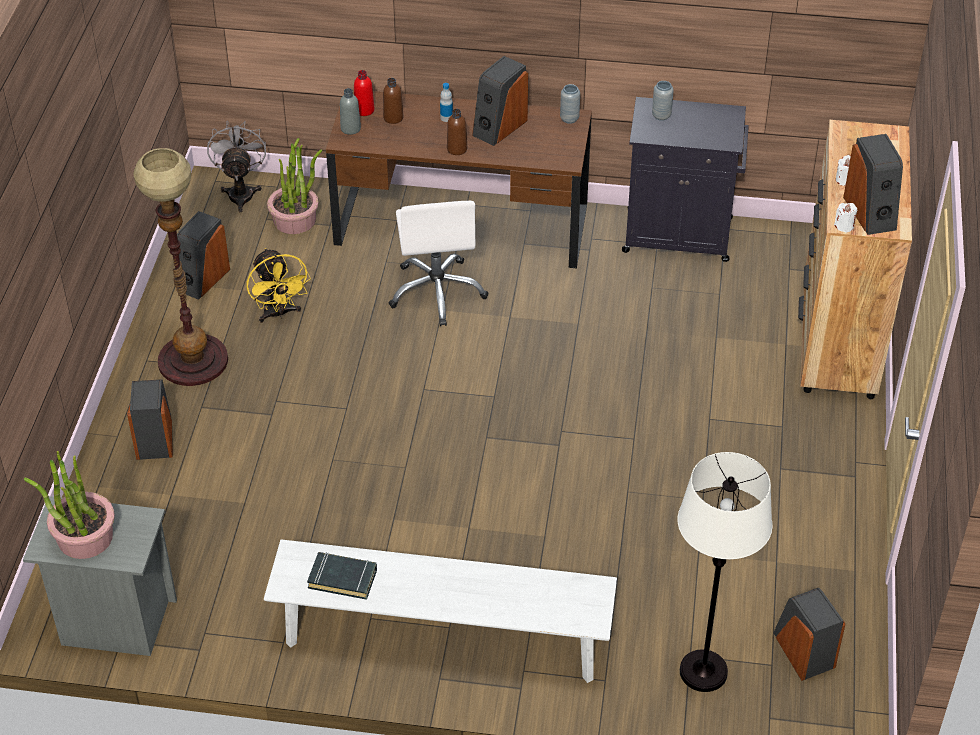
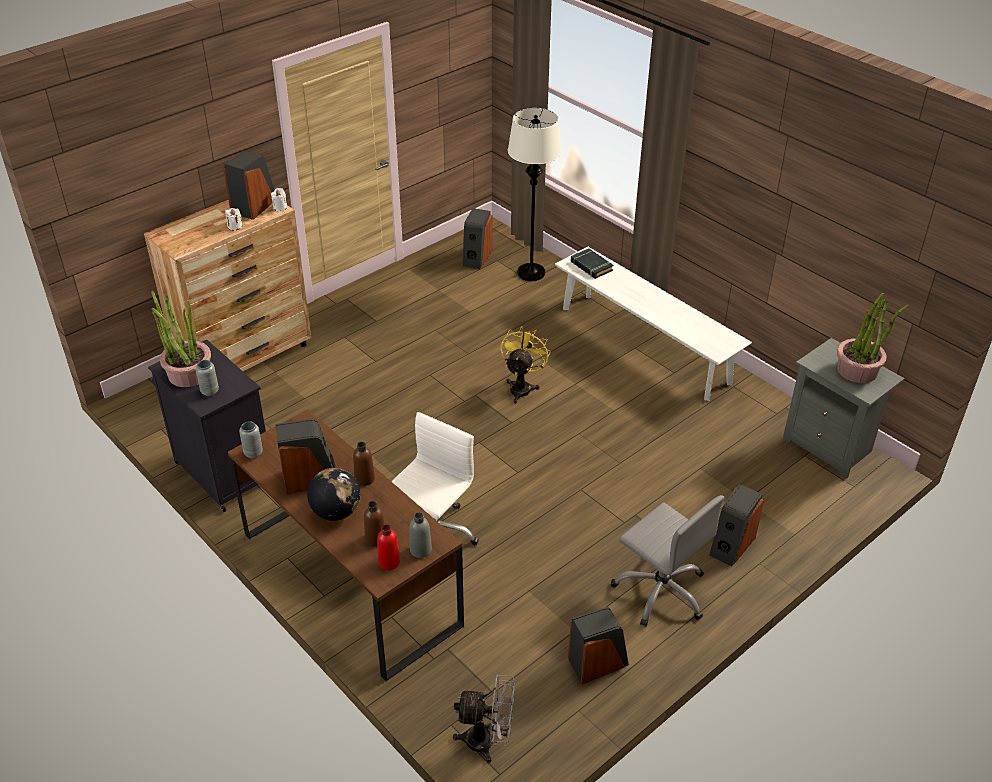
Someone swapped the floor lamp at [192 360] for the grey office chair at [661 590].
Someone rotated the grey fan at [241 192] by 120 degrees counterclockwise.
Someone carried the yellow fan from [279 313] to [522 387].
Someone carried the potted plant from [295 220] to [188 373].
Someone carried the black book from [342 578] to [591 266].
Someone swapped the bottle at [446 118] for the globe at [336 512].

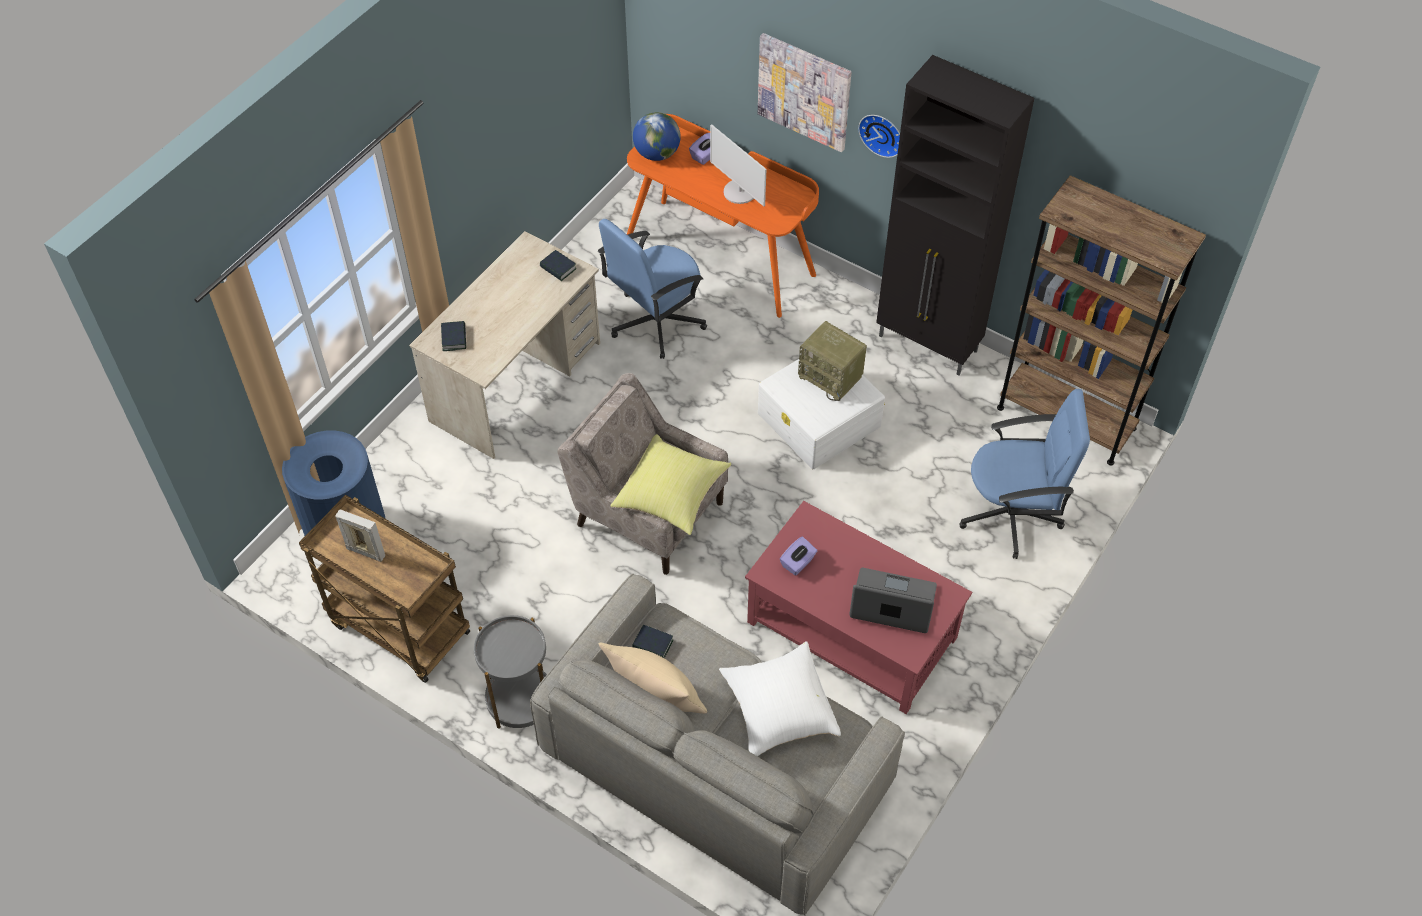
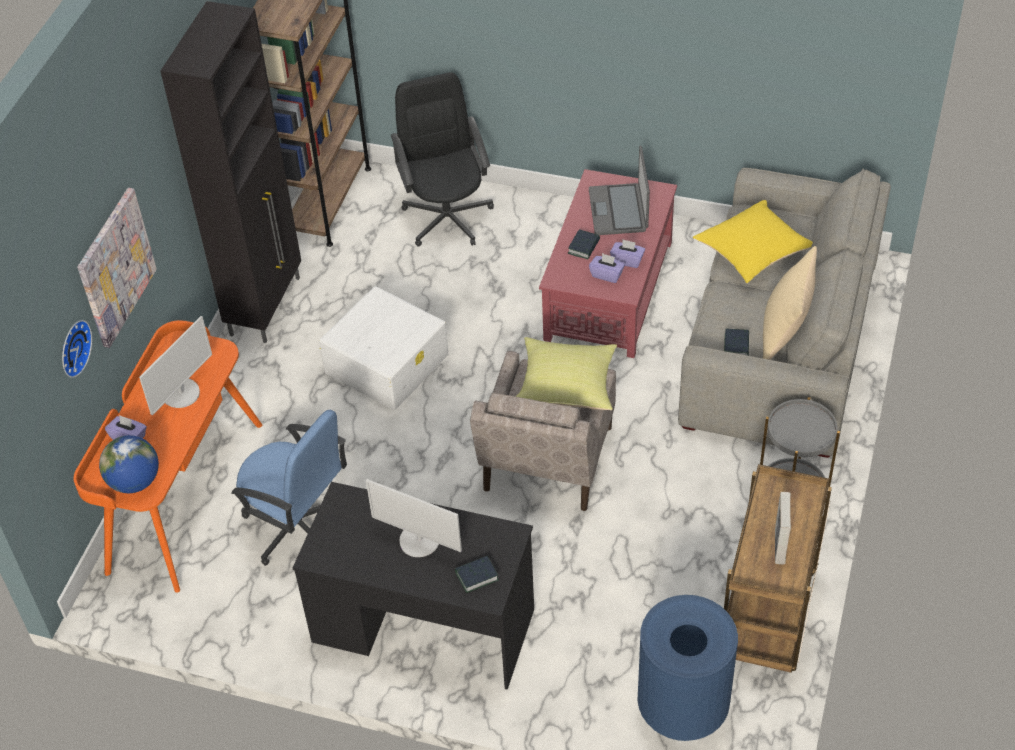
Someone repainted the beige desk at [516 382], which became the black desk at [423 625].
Someone carried the book from [558 268] to [584 247].
Someone repainted the white pillow at [778 709], which became the yellow pillow at [753 254].
Someone took away the radio at [831 377].
Someone carried the wall clock from [882 133] to [72 347].
Someone repainted the blue office chair at [1011 514], which became the black office chair at [447 217].
Someone put down the monitor at [419 540].
Someone put down the purple tissue box at [627 260].

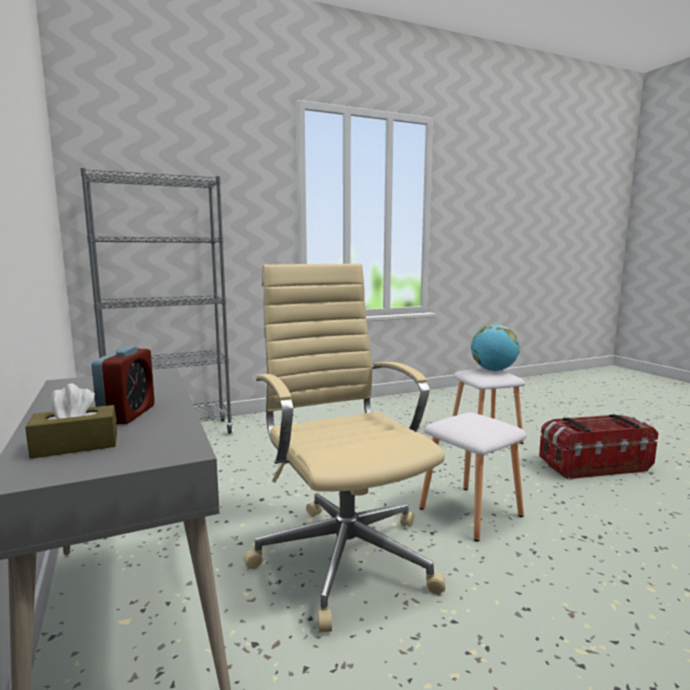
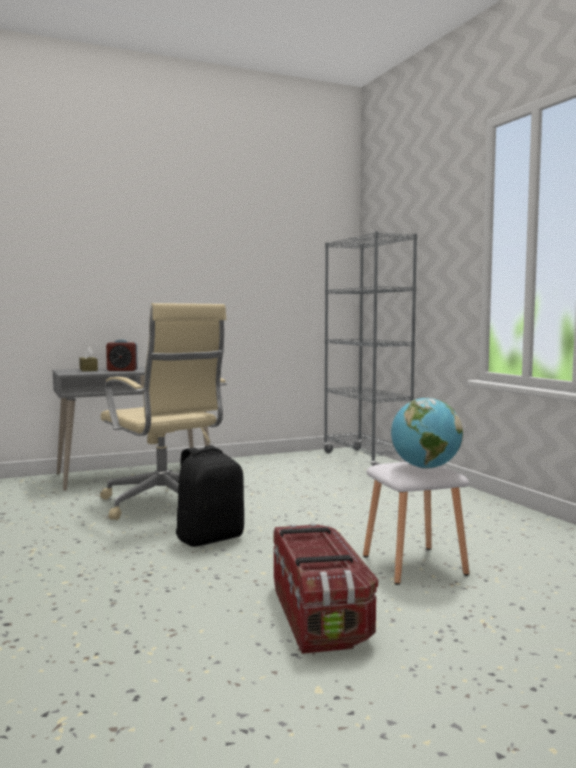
Someone rotated the beige office chair at [344 554] by 75 degrees clockwise.
Someone swapped the white stool at [468 511] for the black backpack at [210 538].

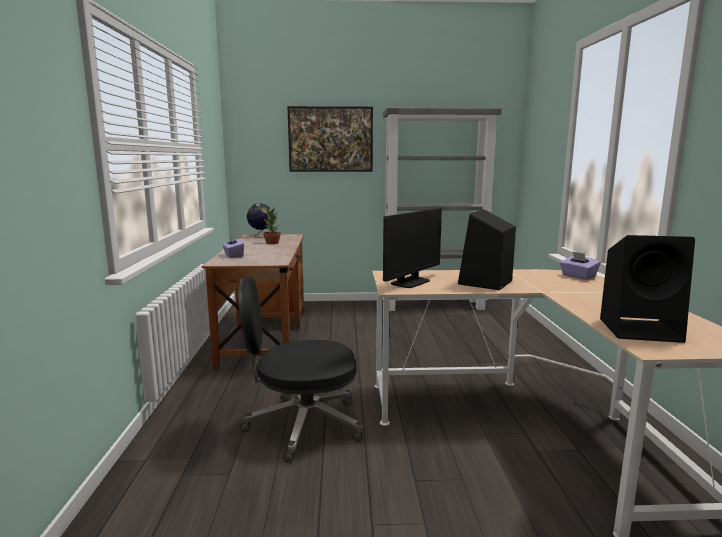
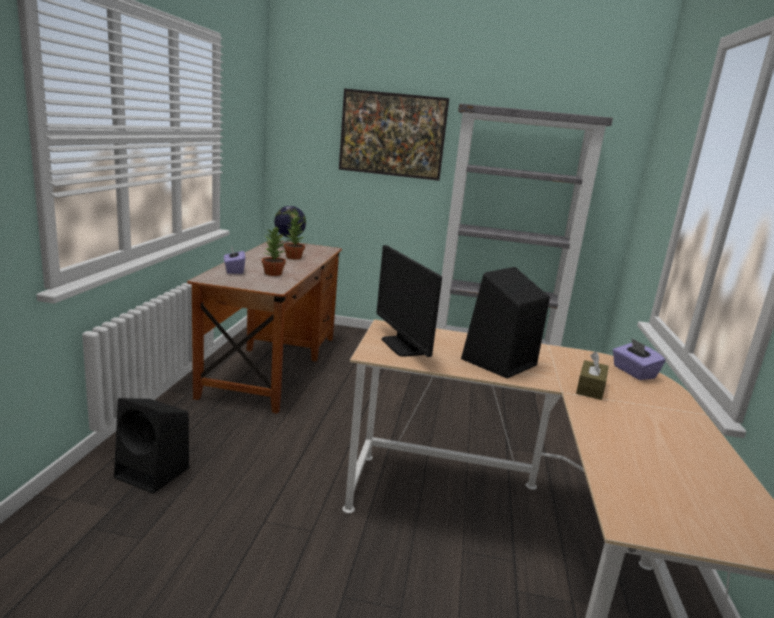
Someone took away the black office chair at [302 425].
Someone rotated the monitor at [410 282] by 105 degrees clockwise.
Someone carried the black speaker from [641 330] to [154 473].
Someone put down the potted plant at [273 273].
Someone put down the brown tissue box at [590 388].

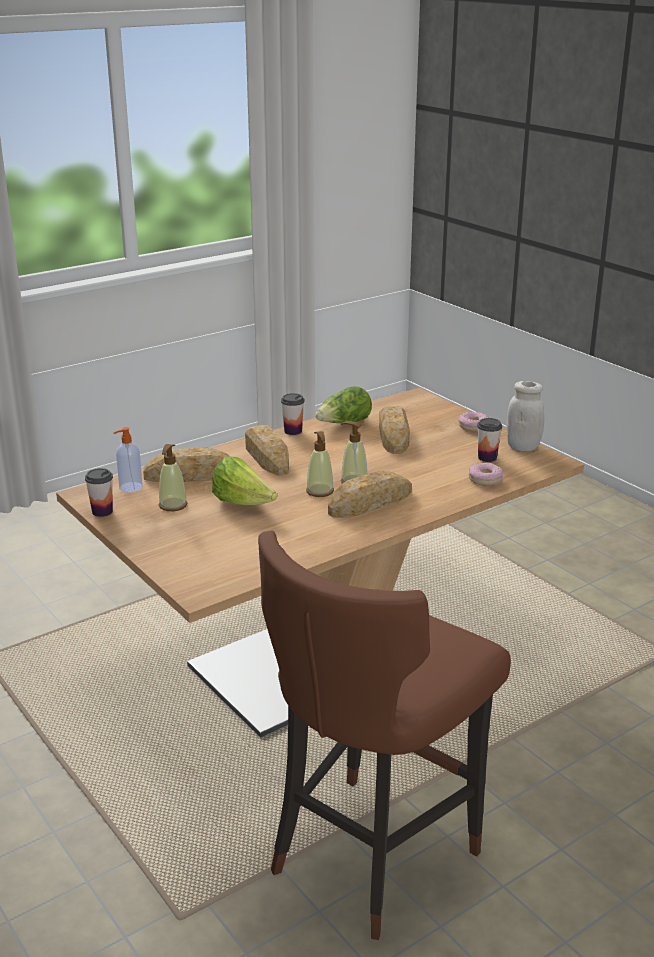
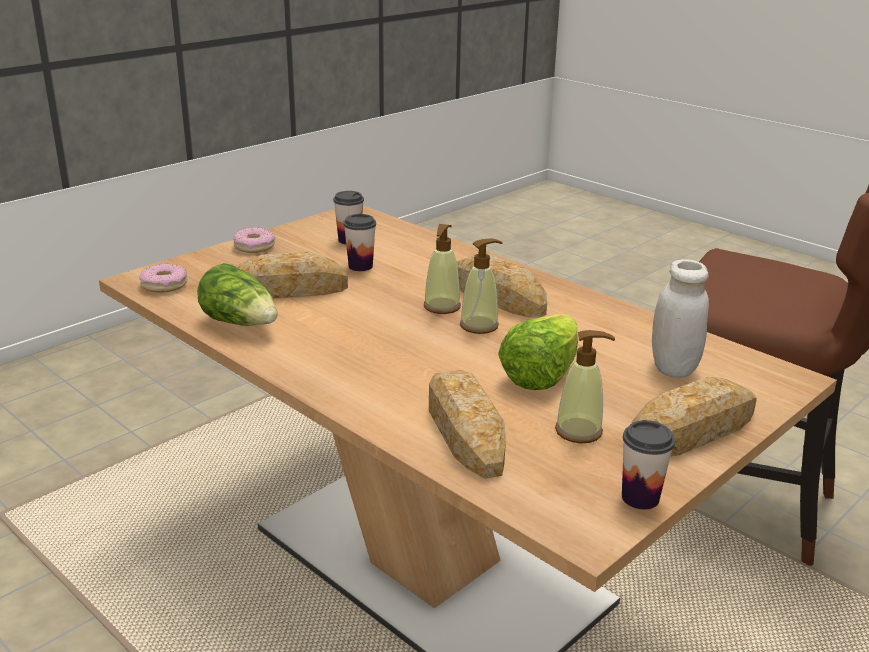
Someone took away the soap dispenser at [130 487].
Someone carried the bread from [267 456] to [693 429].
Someone carried the cup from [293 431] to [360 266].
Someone carried the donut from [485 479] to [164 285].
Someone carried the white jar from [523 447] to [673 368].

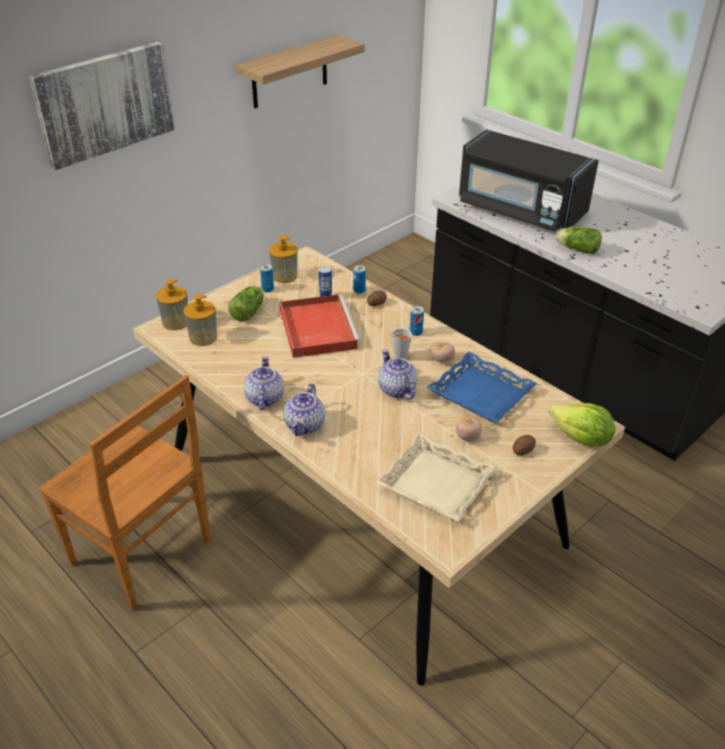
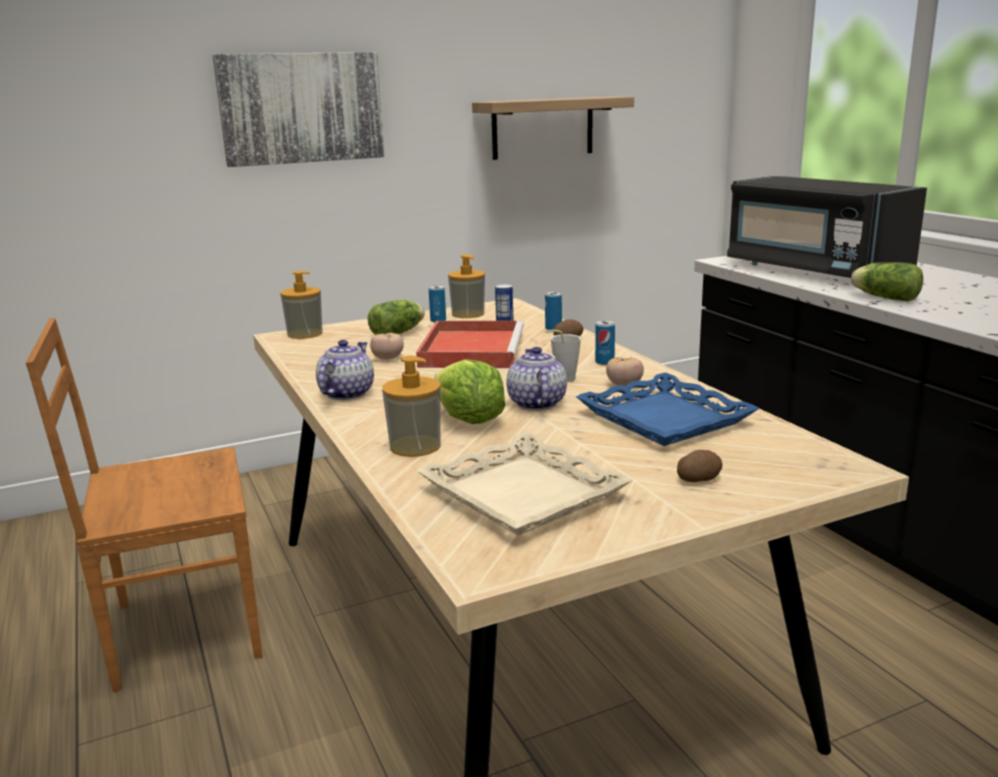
Someone rotated the brown chair at [143 554] by 105 degrees clockwise.
Someone carried the soap dispenser from [203 337] to [415 446].
Someone took away the teapot at [305 425].
Someone carried the tomato from [467 436] to [388 359].
Someone carried the lettuce from [581 439] to [468 420].

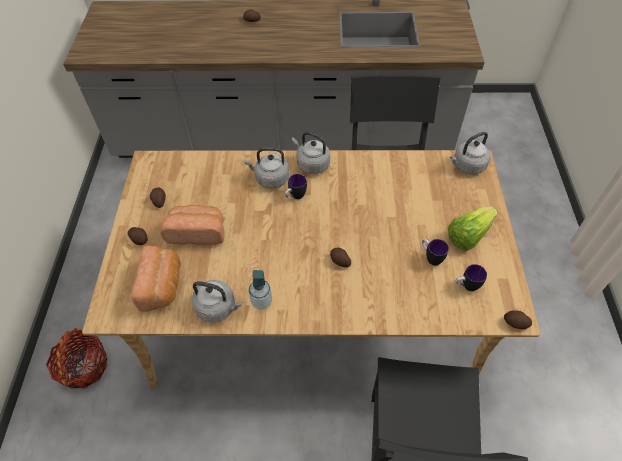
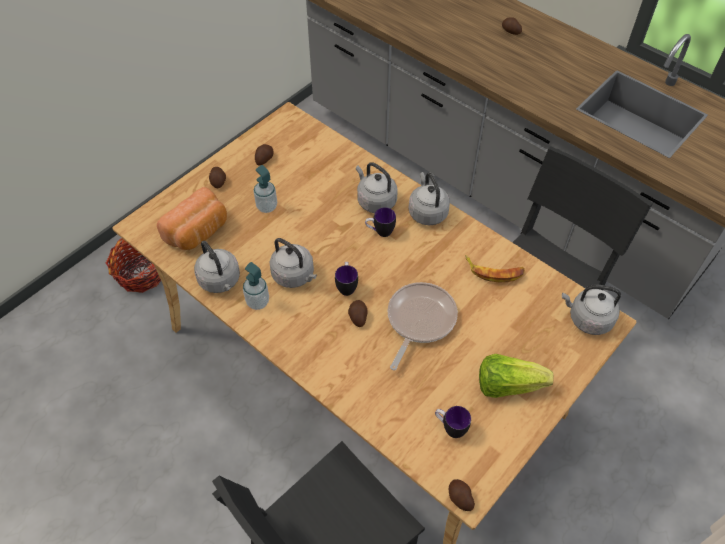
Someone swapped the bread at [197 232] for the soap dispenser at [267 206].
Someone carried the mug from [431 258] to [346 286].
Someone put down the grey kettle at [295 276].
Someone put down the frying pan at [419 320].
Someone put down the banana at [494 271].

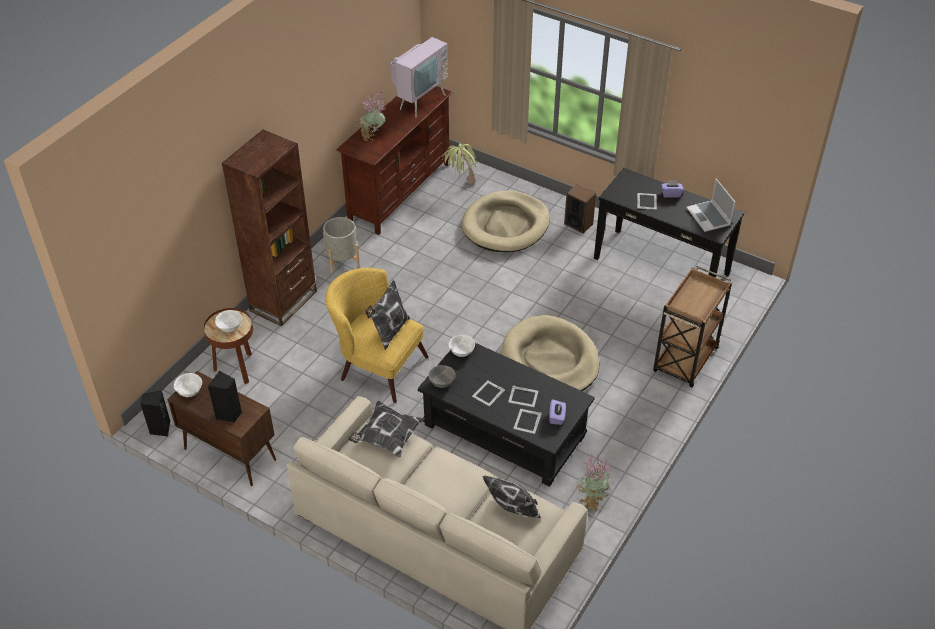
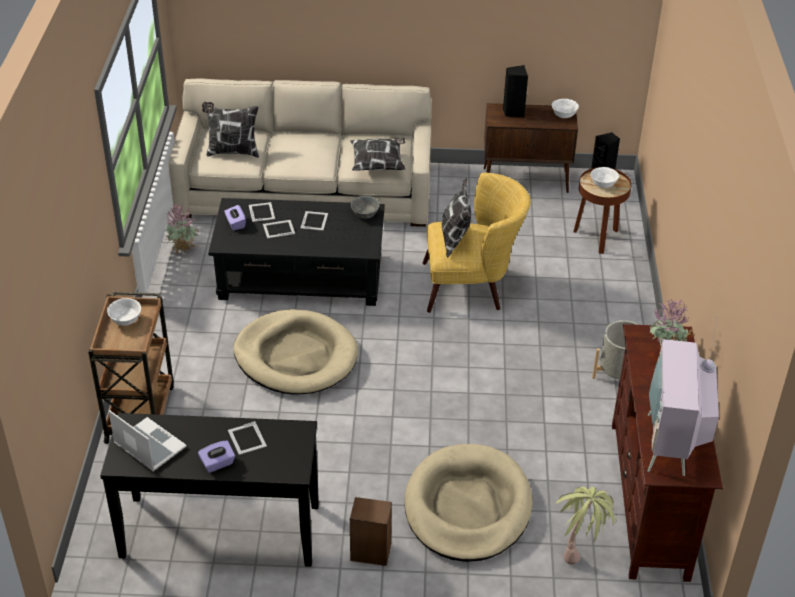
Someone took away the brown bookcase at [283 301].
Someone carried the white bowl from [462 352] to [126 320].

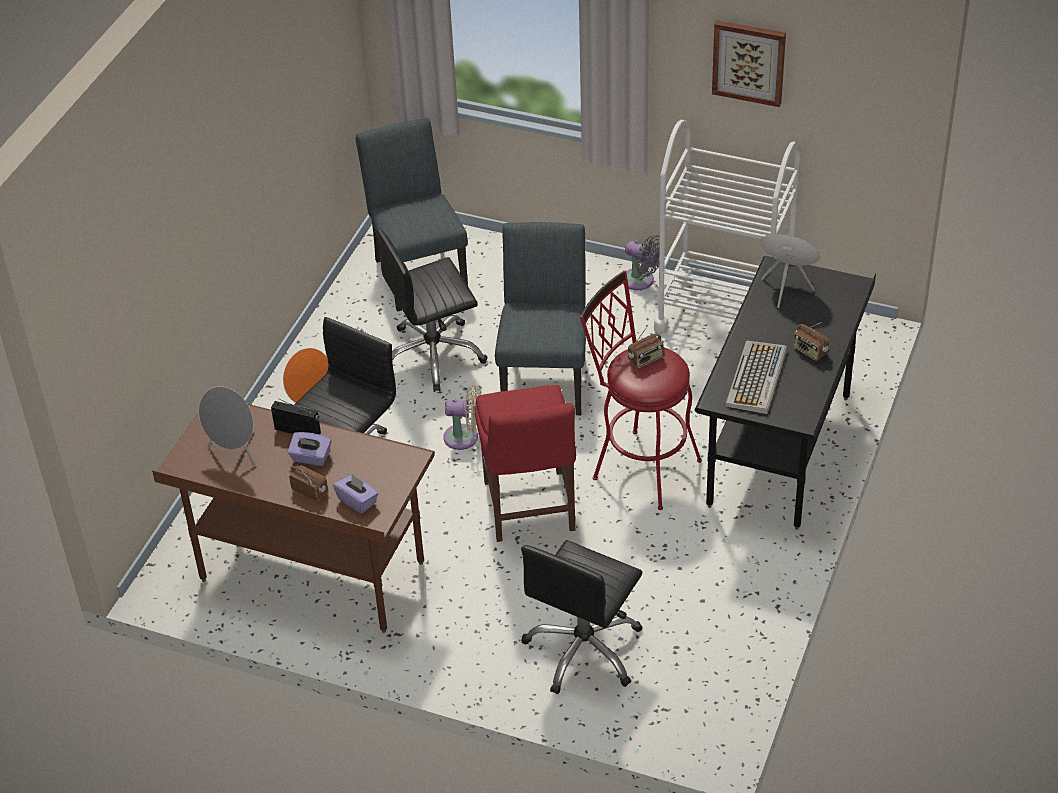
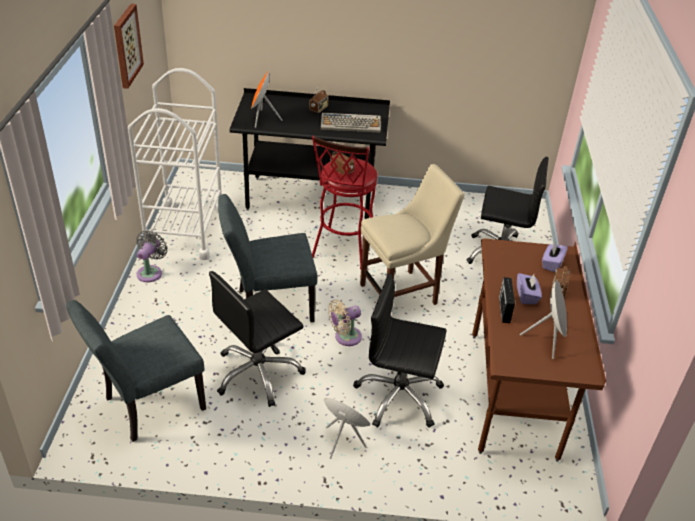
Someone rotated the black office chair at [433 355] by 90 degrees clockwise.
Someone rotated the beige fan at [465 437] by 105 degrees counterclockwise.
Someone repainted the red chair at [529 510], which became the beige chair at [402 293].

